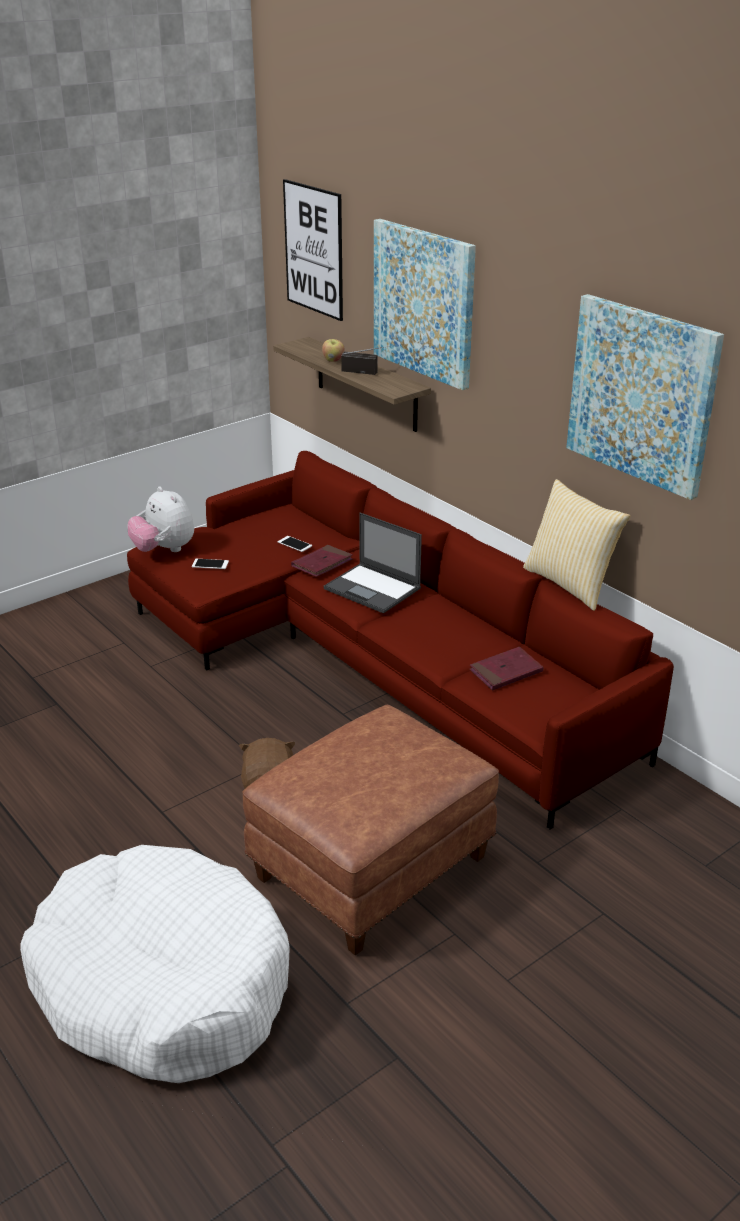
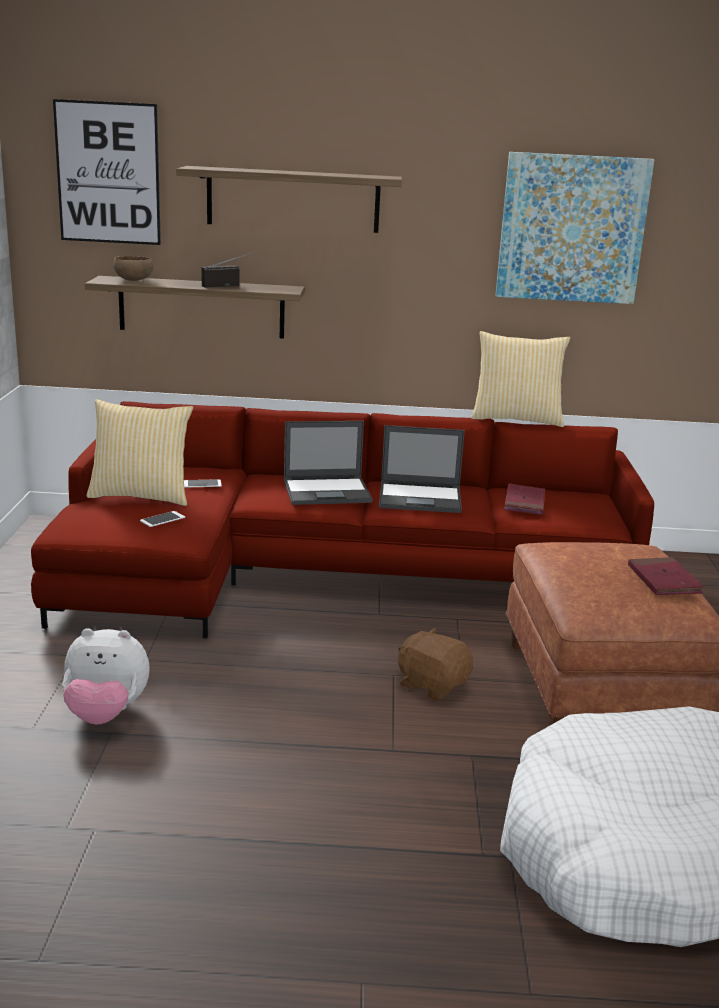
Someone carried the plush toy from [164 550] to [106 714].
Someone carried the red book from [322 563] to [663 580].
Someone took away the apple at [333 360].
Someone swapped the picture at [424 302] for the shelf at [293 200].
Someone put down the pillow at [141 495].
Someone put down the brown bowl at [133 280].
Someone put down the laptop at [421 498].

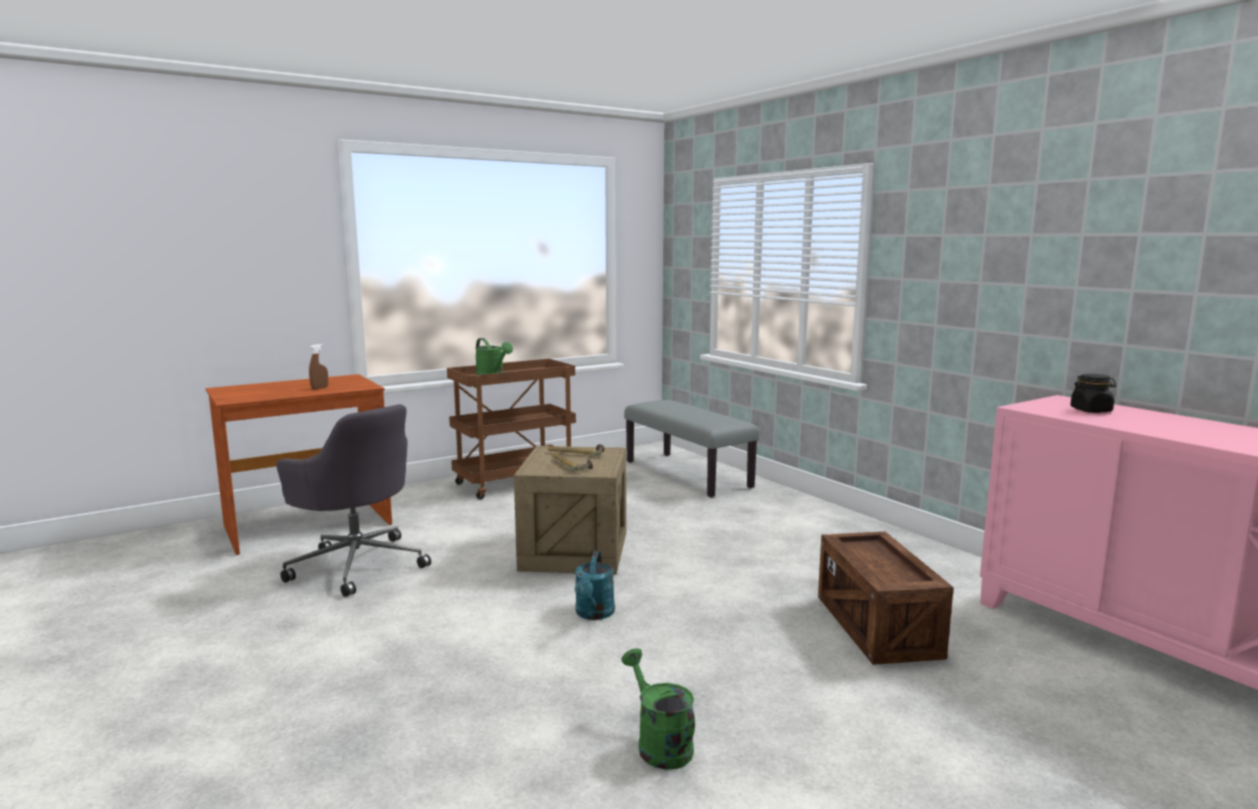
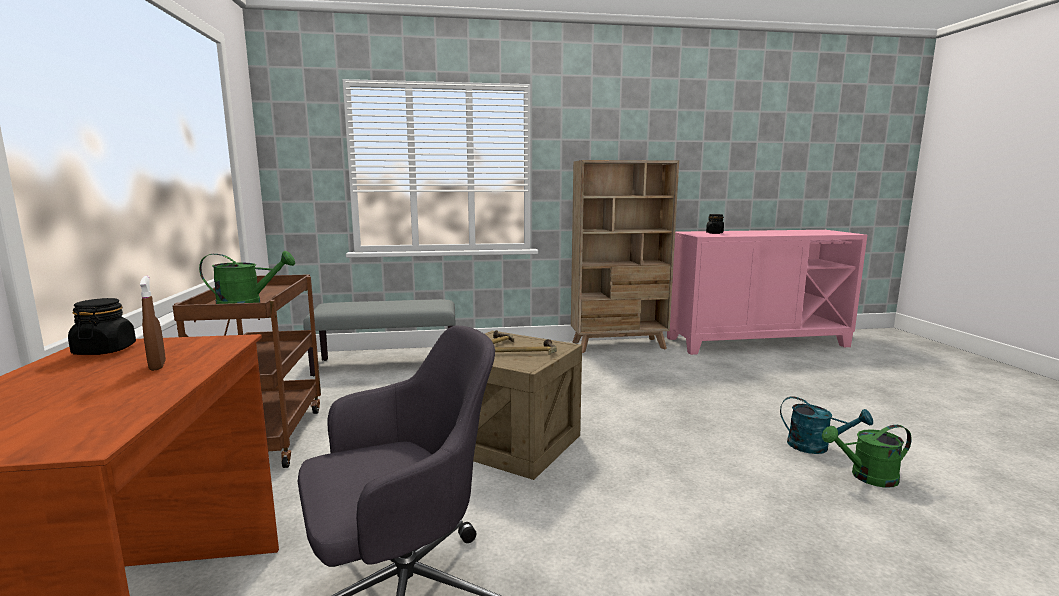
Someone carried the turquoise watering can from [594 614] to [816 447].
Someone took away the crate at [877 627].
Someone put down the black jar at [105 350].
Someone put down the beige bookcase at [619 345].

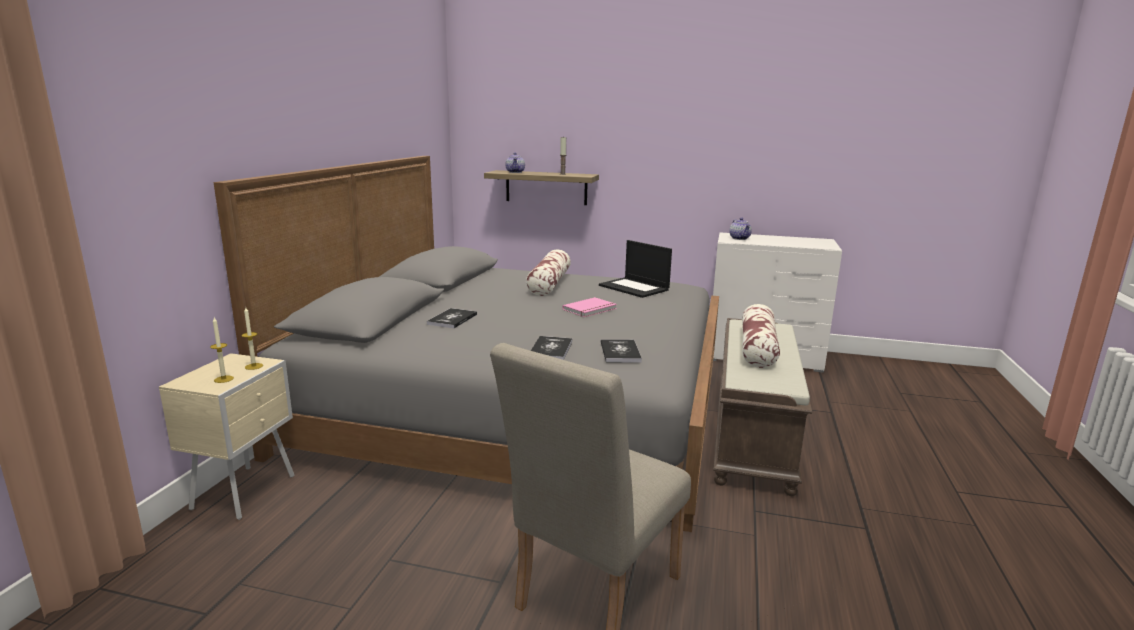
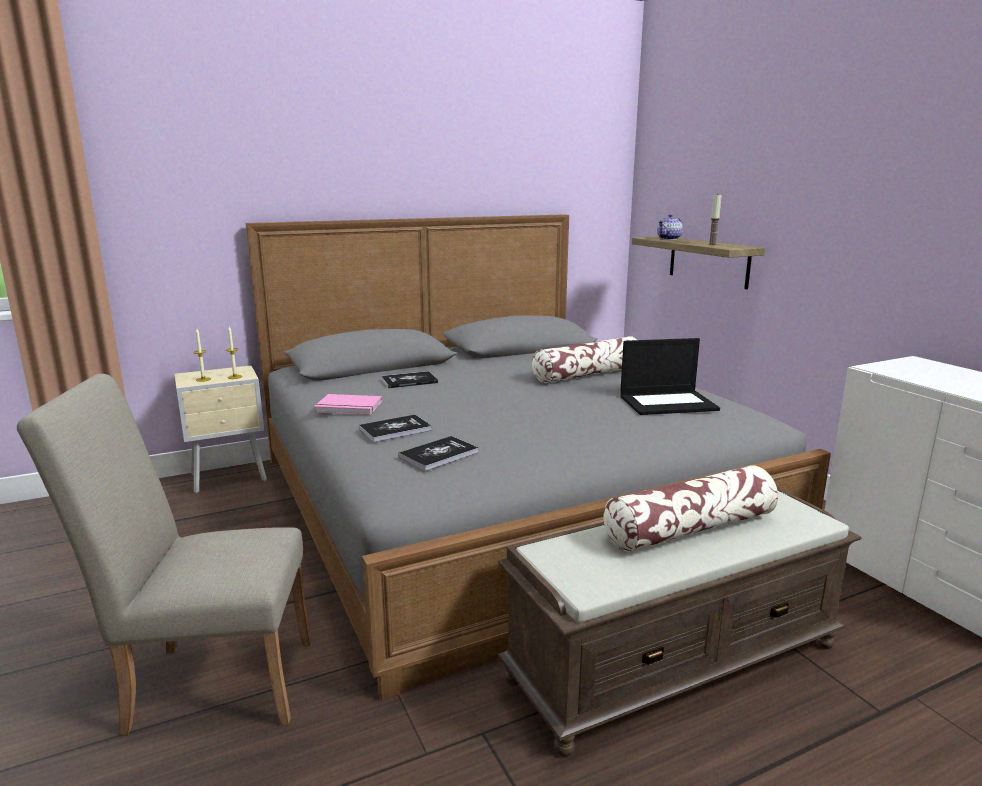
Someone carried the pink book from [591 309] to [348 407].
Someone rotated the laptop at [634 288] by 105 degrees counterclockwise.
Someone took away the teapot at [740 238].

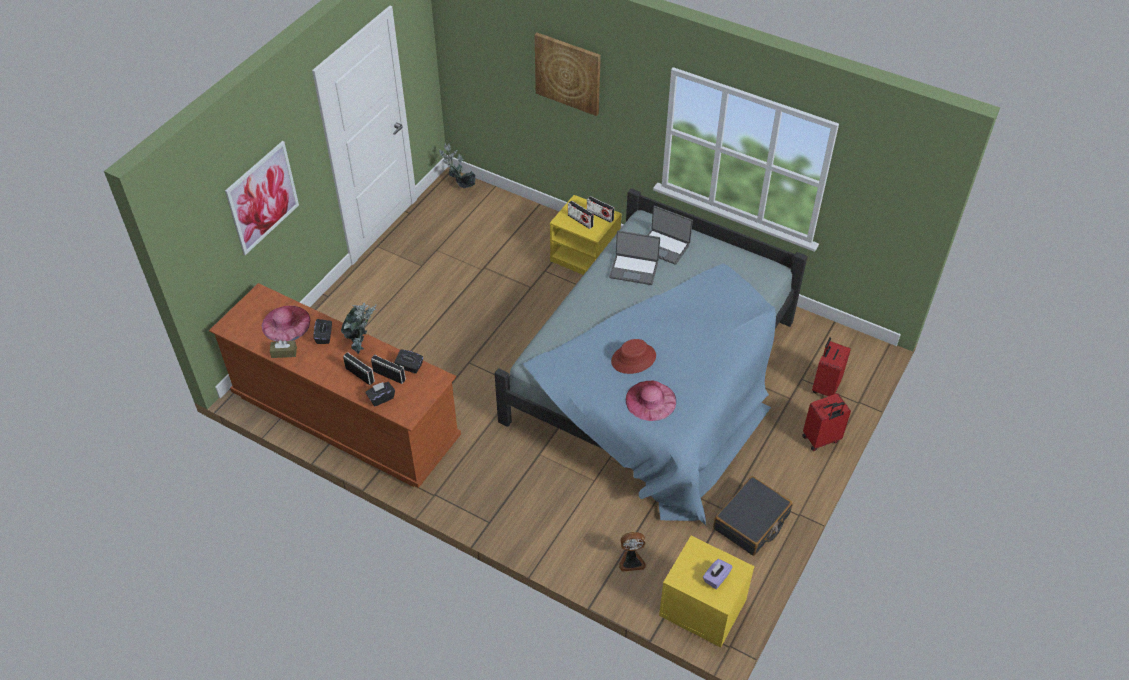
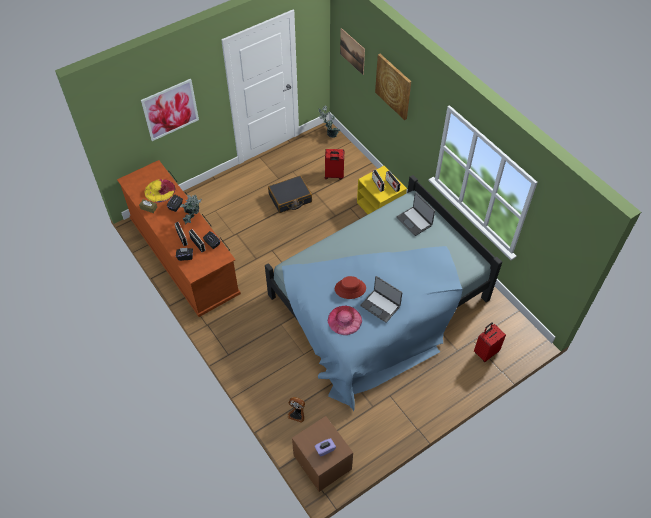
Someone repainted the pink hat at [286 323], which became the yellow hat at [159 190].
Someone carried the laptop from [634 269] to [380 305].
Someone repainted the yellow nightstand at [701 608], which became the brown nightstand at [321 462].
Someone carried the black suitcase from [751 522] to [290 198].
Someone carried the red suitcase from [821 440] to [334 175].
Someone put up the picture at [352 51].

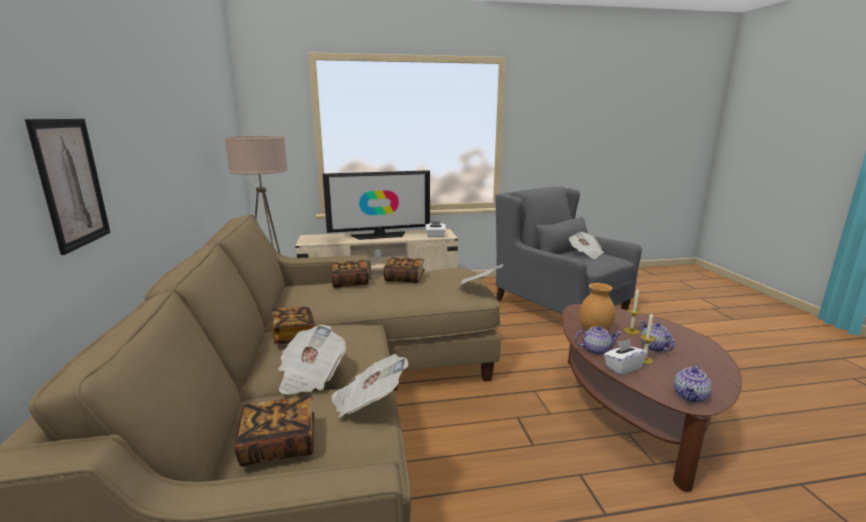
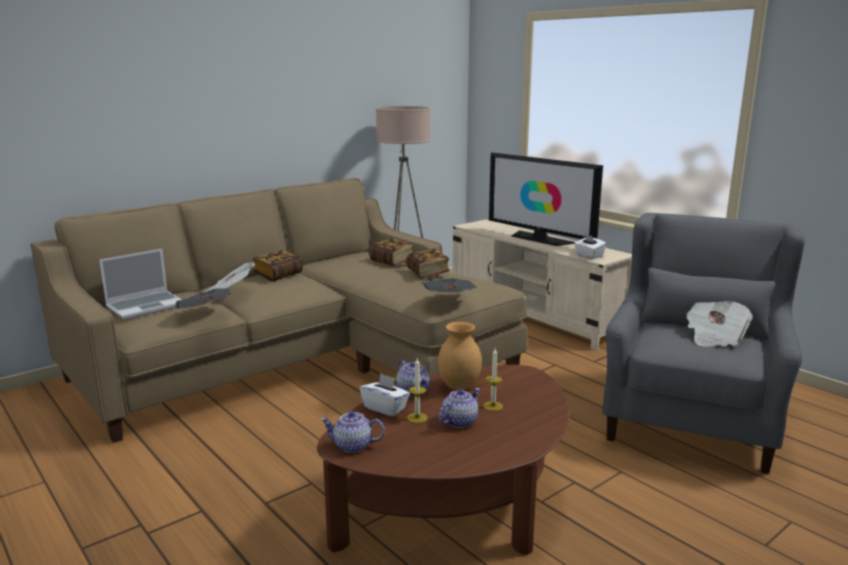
Someone took away the picture at [71 183].
Someone swapped the book at [279 444] for the laptop at [146 306].

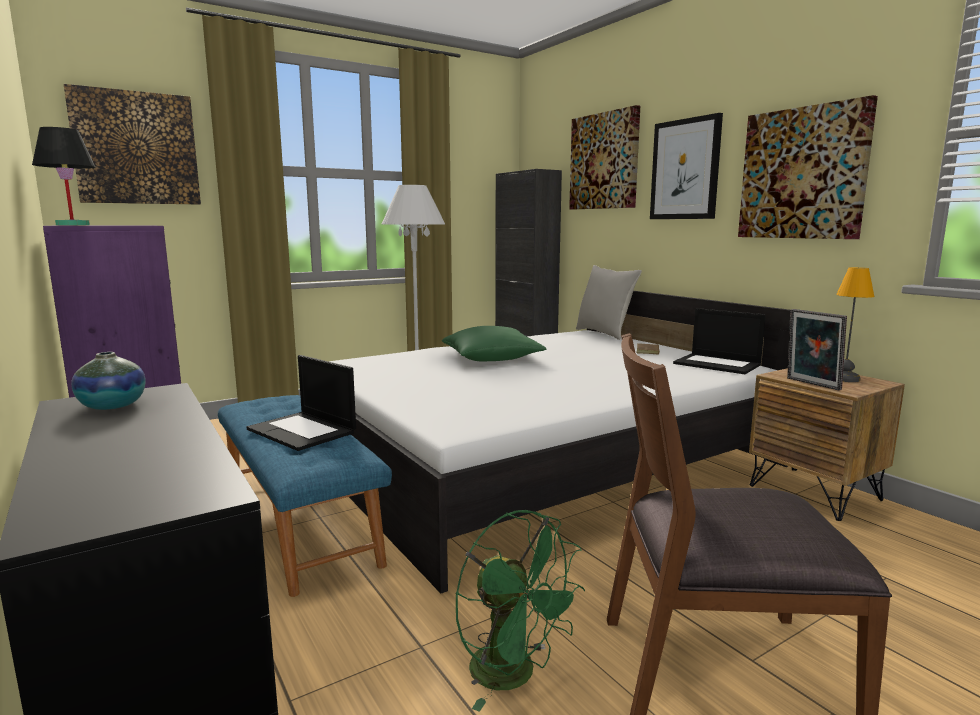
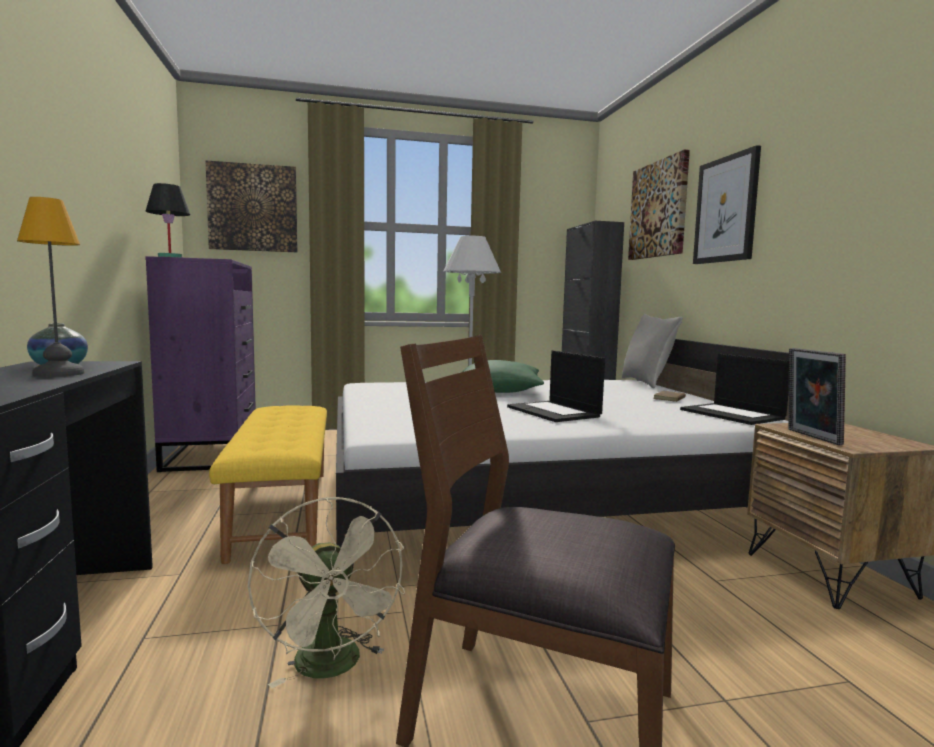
Someone repainted the blue bench at [300 521], which became the yellow bench at [283 510].
Someone carried the laptop from [303 431] to [554 412].
Someone repainted the green fan at [514 675], which became the beige fan at [332 668].
Someone took away the picture at [803 174].
Someone carried the table lamp from [845 379] to [58 374].

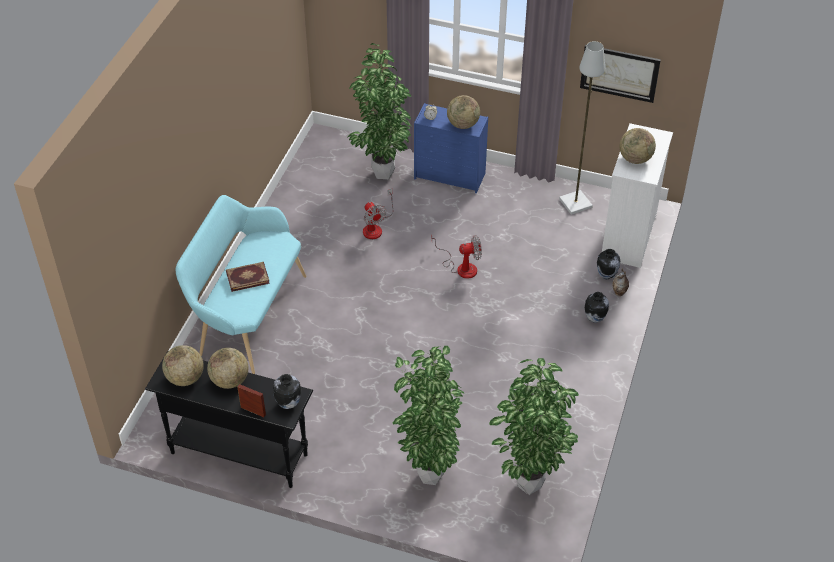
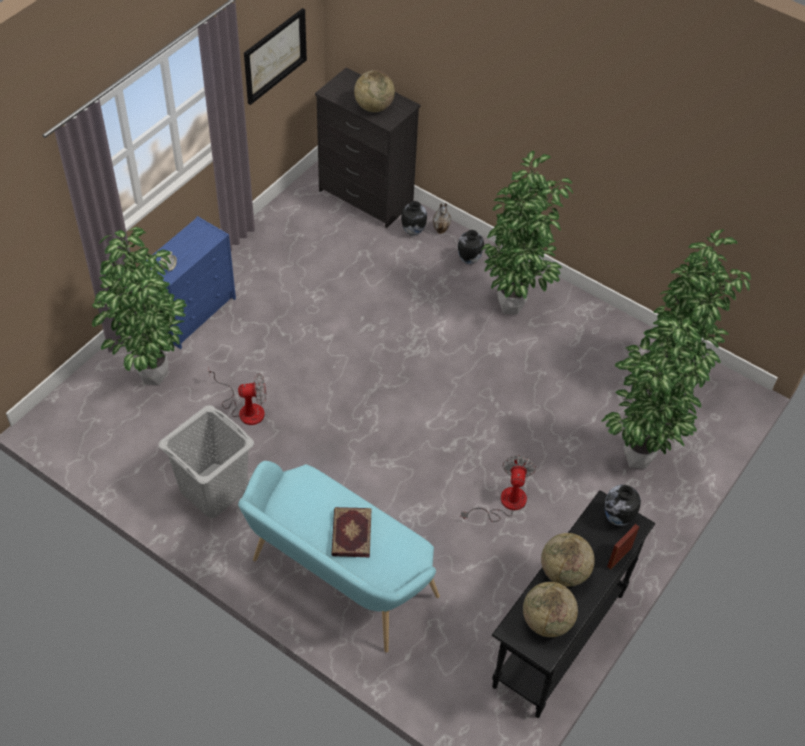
Someone carried the fan from [461 267] to [504 503].
Someone took away the globe at [463 124].
Someone took away the grey floor lamp at [576 203].
Someone repainted the white dresser at [628 237], which became the black dresser at [366 197].
Someone put down the grey laundry basket at [213 490].
Someone put down the potted plant at [514 307].

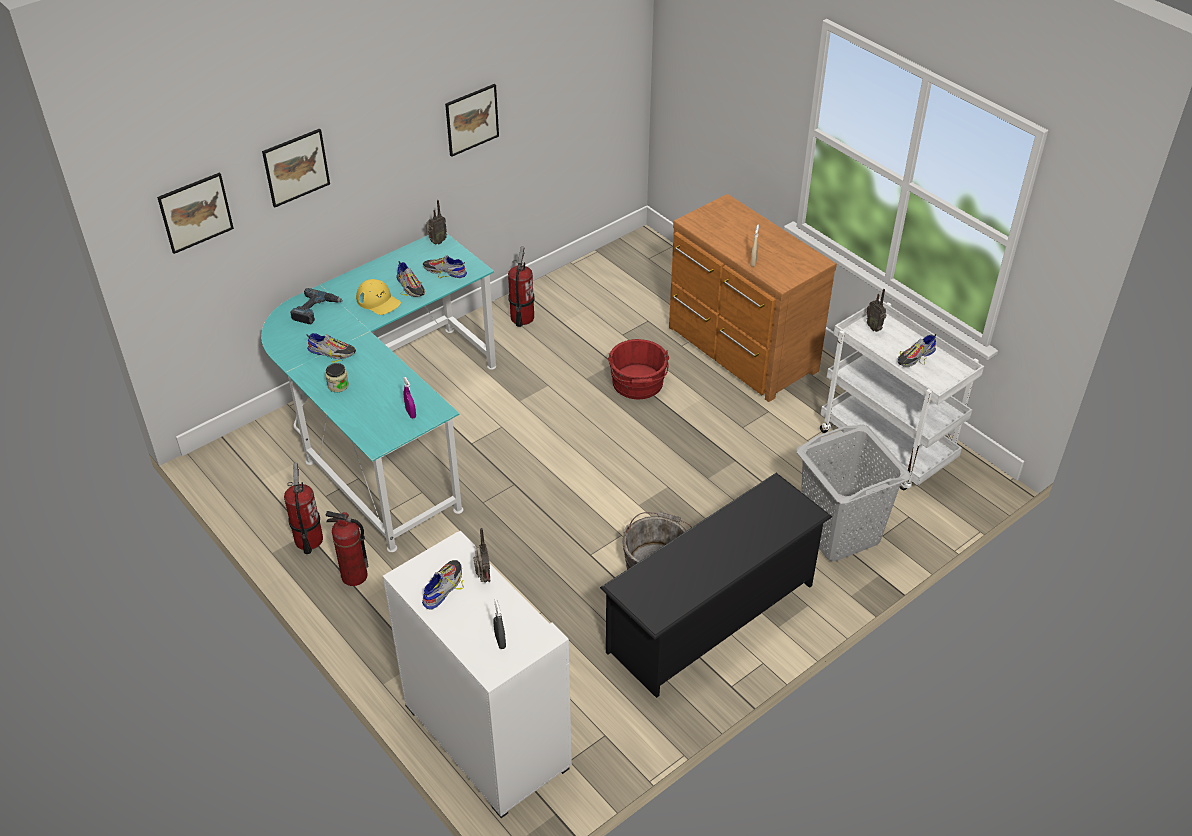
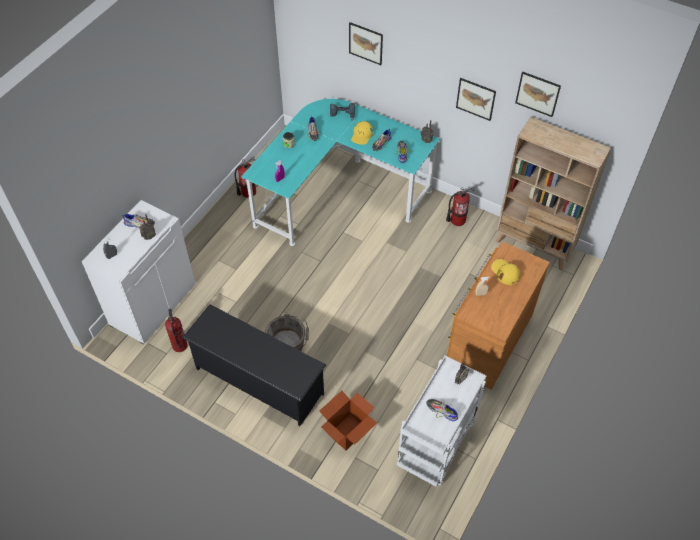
Someone carried the picture from [195 212] to [537 94].
Someone carried the fire extinguisher from [354 576] to [179 345].
Someone took away the red bucket at [638 384].
Someone swapped the grey laundry basket at [839 533] for the cardboard box at [347 432].
Someone put down the yellow cap at [505 272].
Someone put down the beige bookcase at [534 246].

